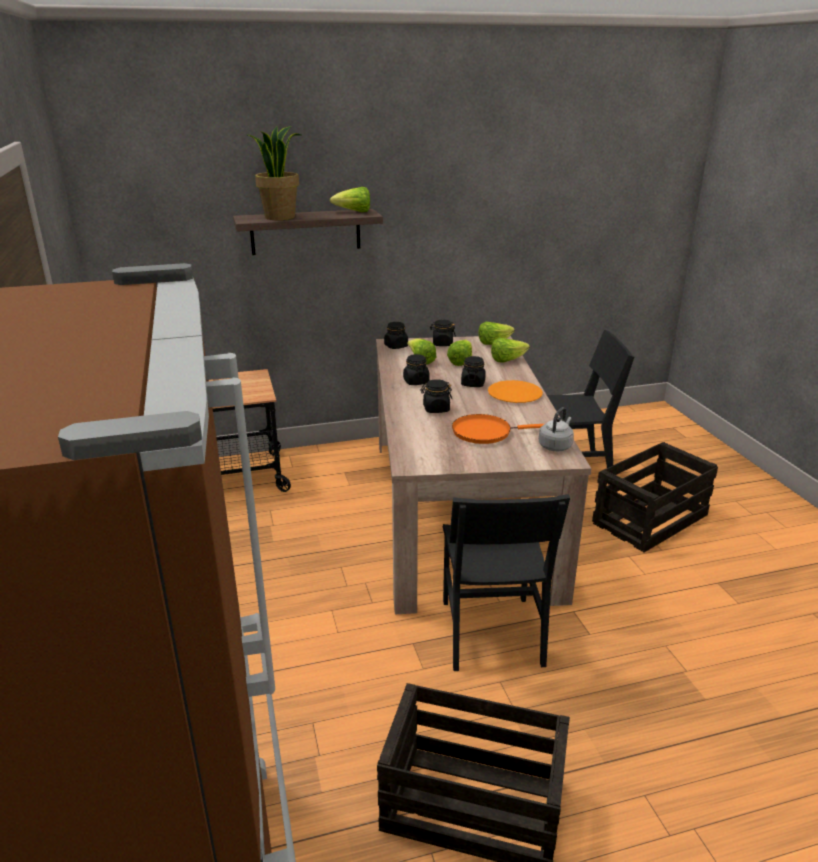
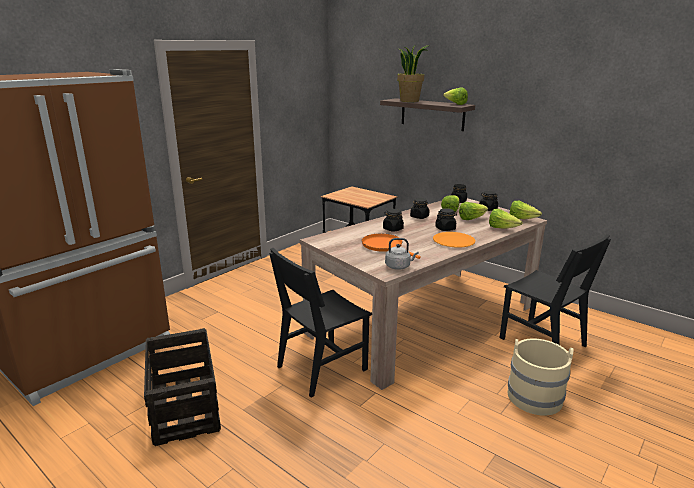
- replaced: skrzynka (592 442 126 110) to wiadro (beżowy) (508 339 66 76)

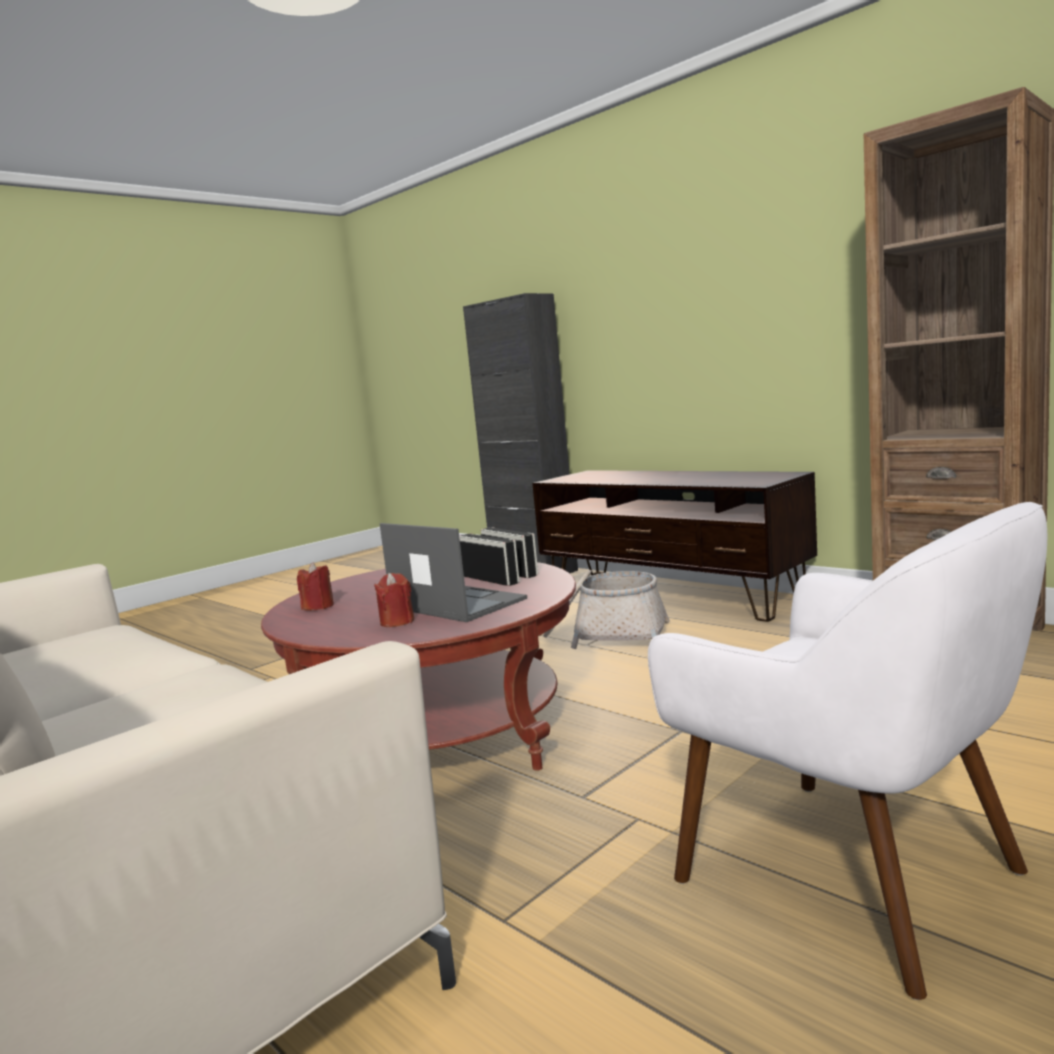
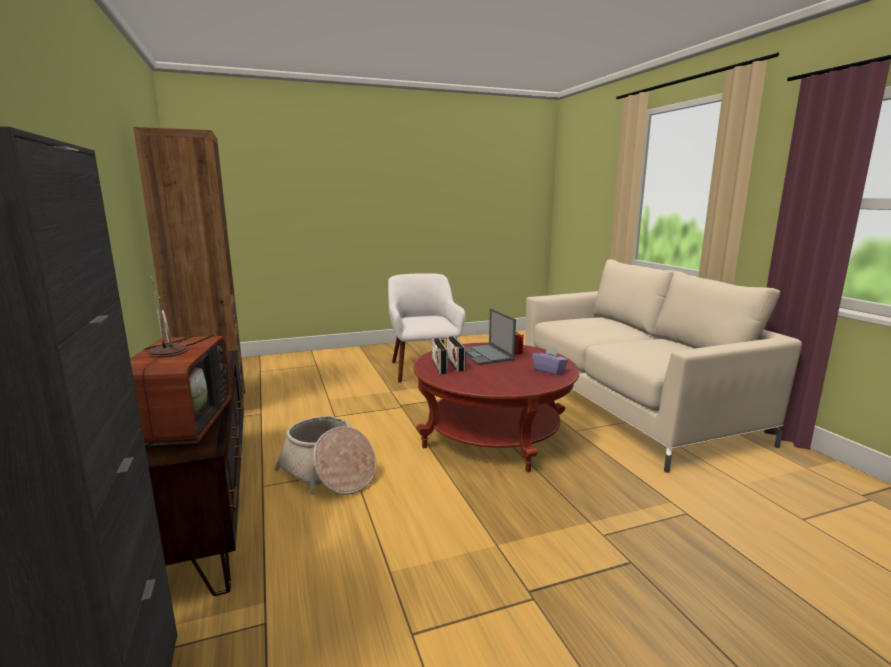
- added: telewizor (130 276 102 171)
- replaced: świeca (czerwony) (297 562 37 49) to pudełko chusteczek (fioletowy) (532 345 36 30)

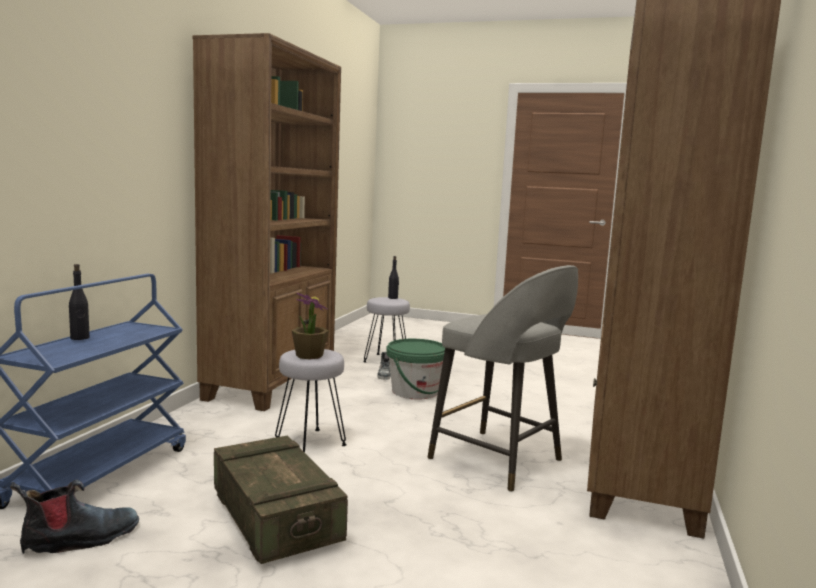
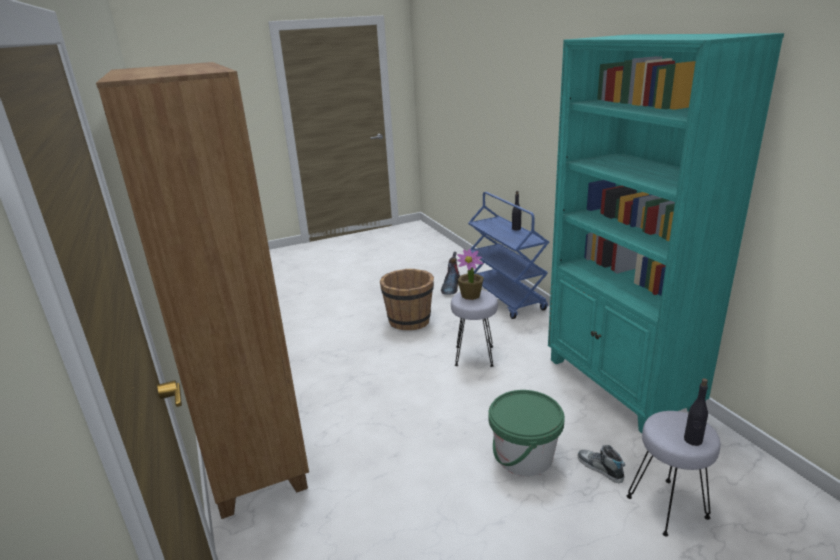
- replaced: skrzynka (214 435 134 129) to wiadro (brązowy) (380 269 54 61)
- recoloured: regał (brązowy) (192 33 149 378) to regał (turkusowy) (548 33 236 400)
- removed: stołek (szary) (428 265 150 227)

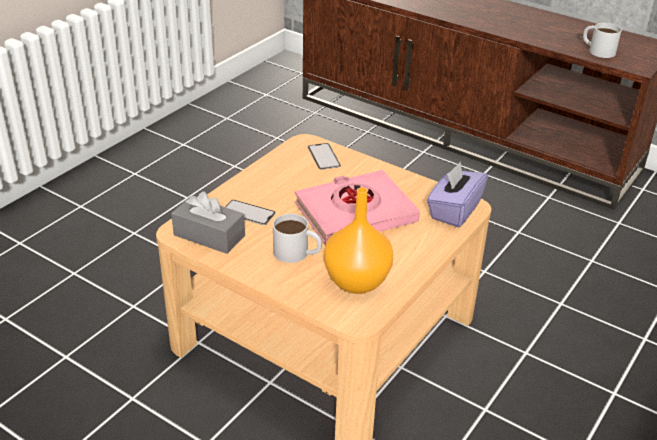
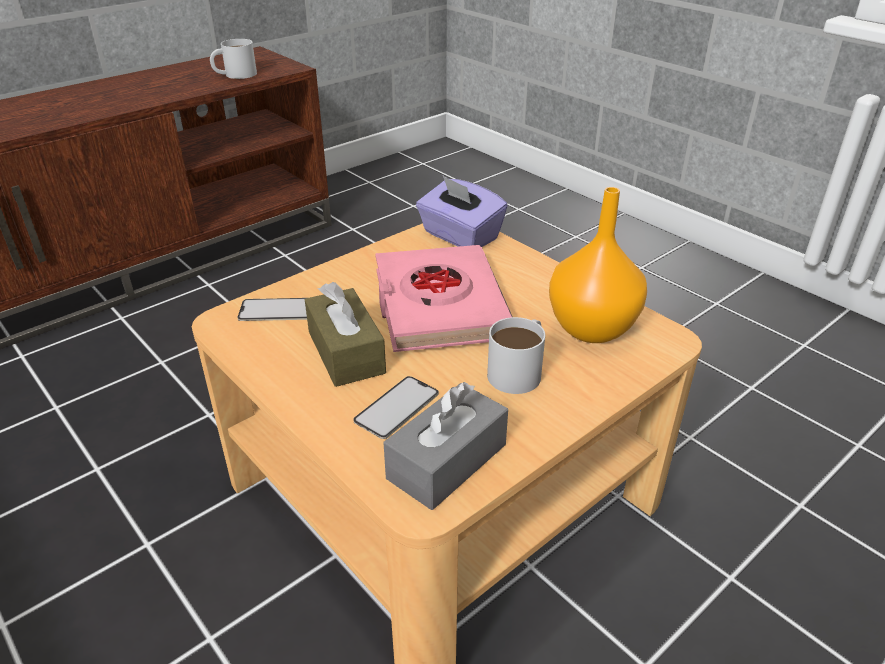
- added: pudełko chusteczek (brązowy) (305 282 81 105)

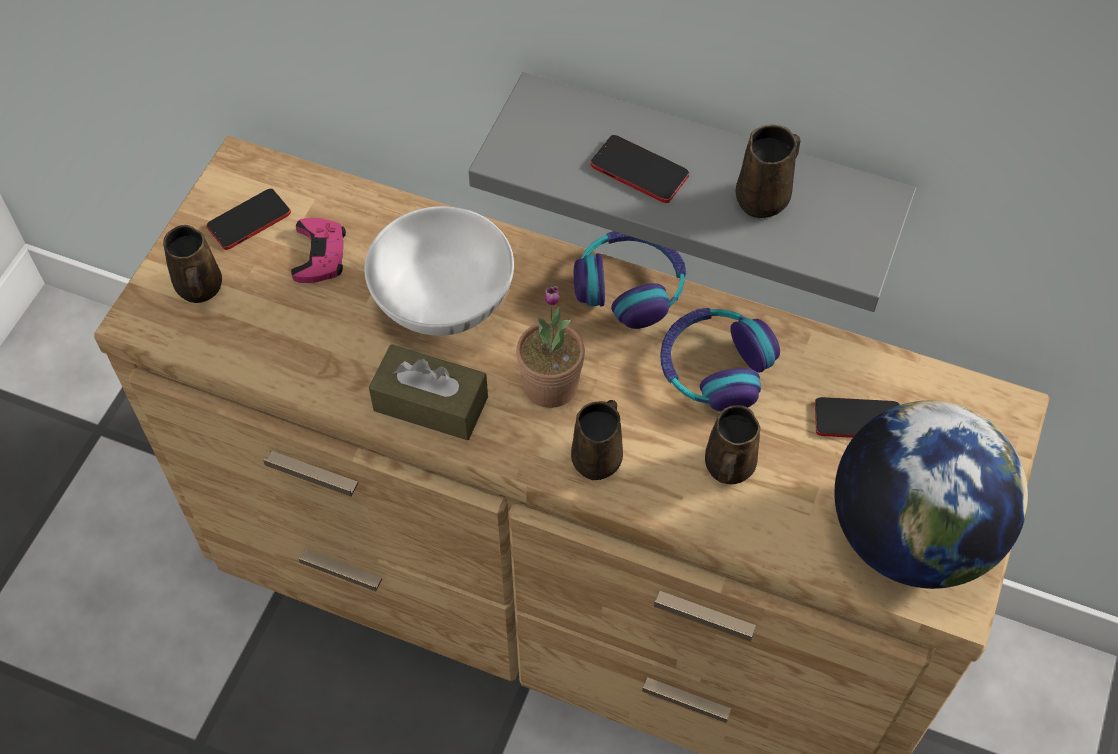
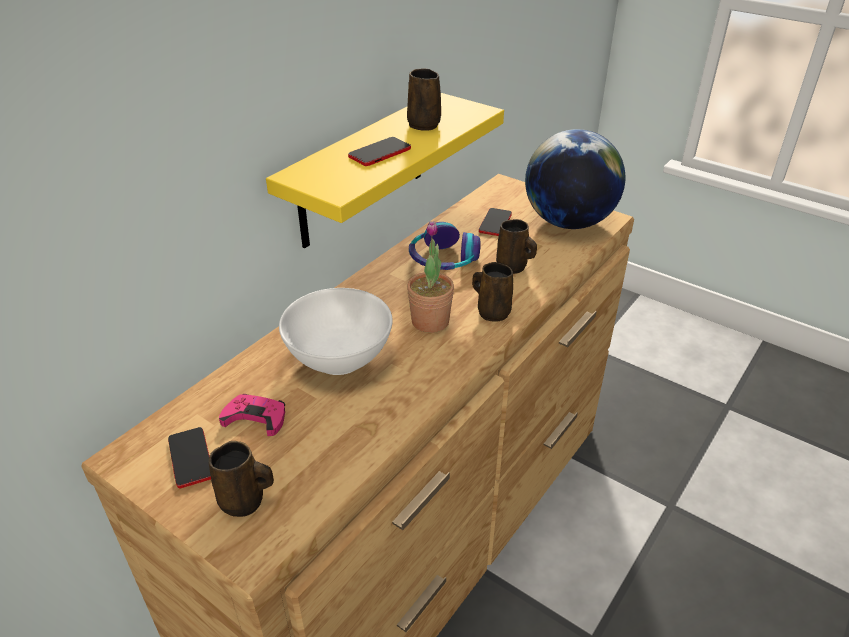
- recoloured: półka (szary) (468 72 448 240) to półka (żółty) (266 93 238 155)
- removed: pudełko chusteczek (brązowy) (369 344 119 96)
- removed: słuchawki (574 231 112 98)

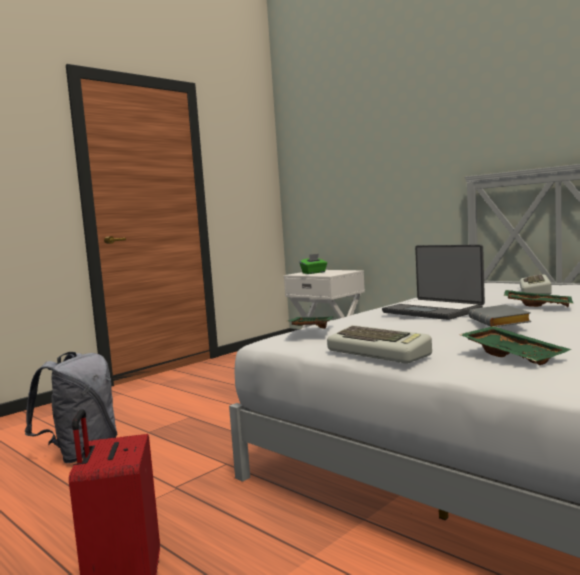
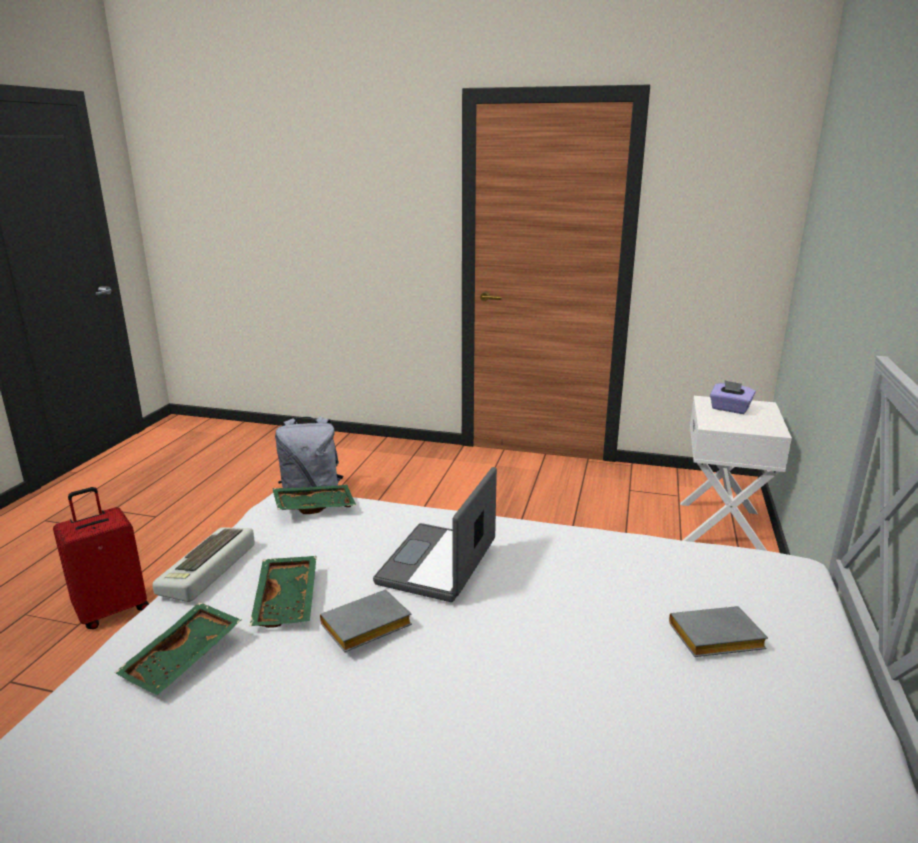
- moved: taca (zielony) (504 290 70 17) to (250 556 67 72)
- replaced: klawiatura (520 274 32 21) to książka (szary) (669 606 99 51)
- recoloured: pudełko chusteczek (zielony) (299 254 28 20) to pudełko chusteczek (fioletowy) (710 380 45 34)

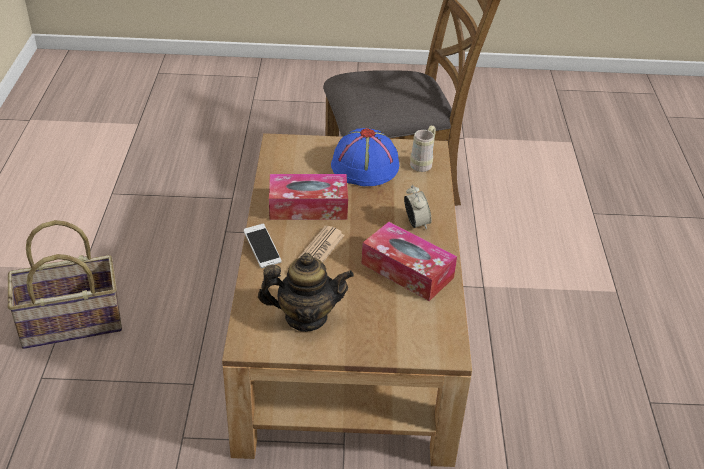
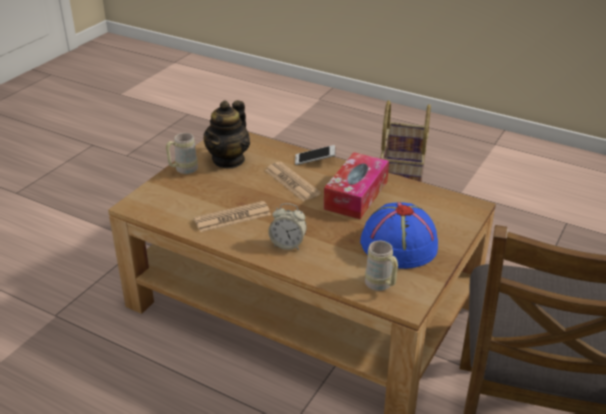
- added: kubek (beżowy) (166 133 32 41)
- replaced: pudełko chusteczek (362 222 95 79) to gazeta (194 201 77 31)

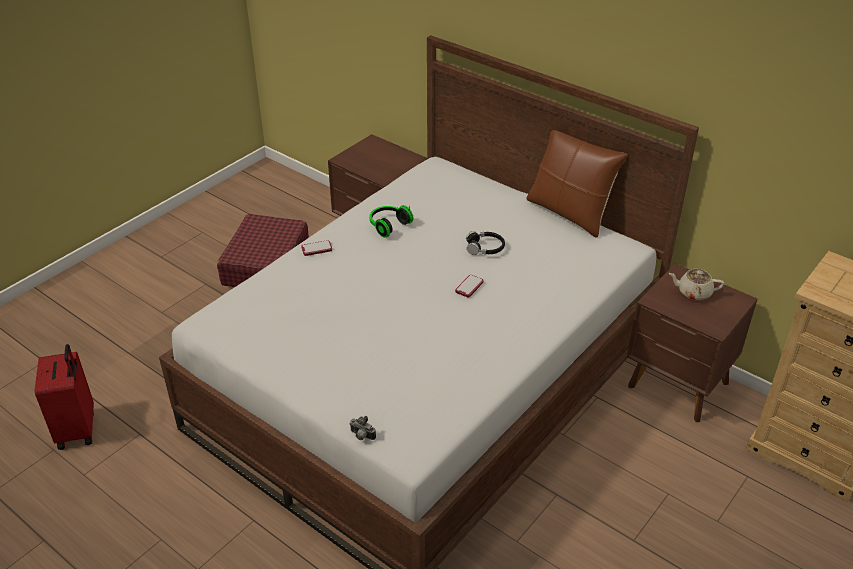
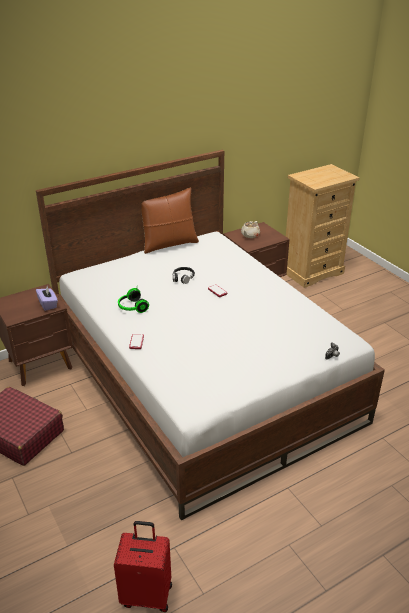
- added: pudełko chusteczek (fioletowy) (36 287 22 24)

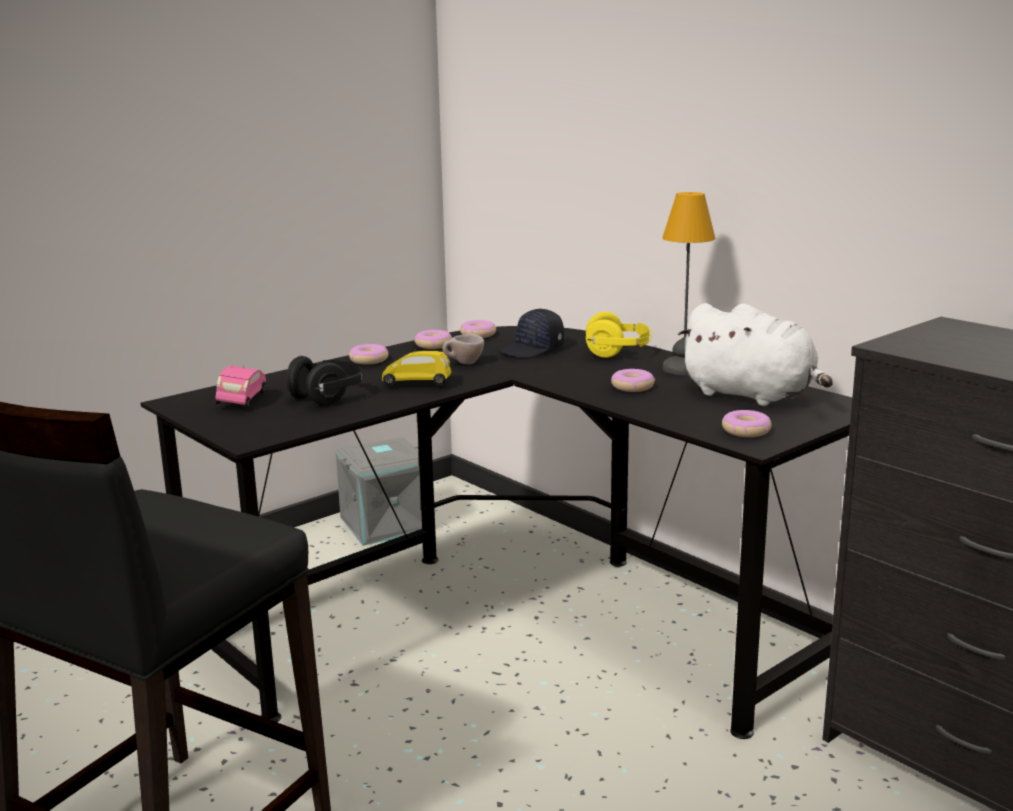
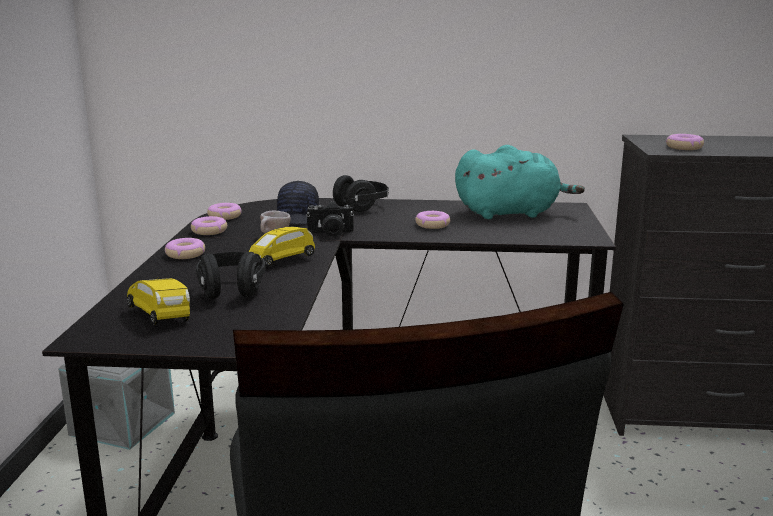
- recoloured: samochodzik (różowy) (215 365 51 44) to samochodzik (żółty) (127 276 63 49)
- added: aparat fotograficzny (306 201 48 36)
- recoloured: słuchawki (żółty) (586 312 66 46) to słuchawki (czarny) (333 175 56 37)
- recoloured: pluszak (biały) (678 303 155 103) to pluszak (turkusowy) (455 145 130 74)
- moved: donut (722 410 50 27) to (666 134 38 16)
- removed: lampa stołowa (662 192 53 183)

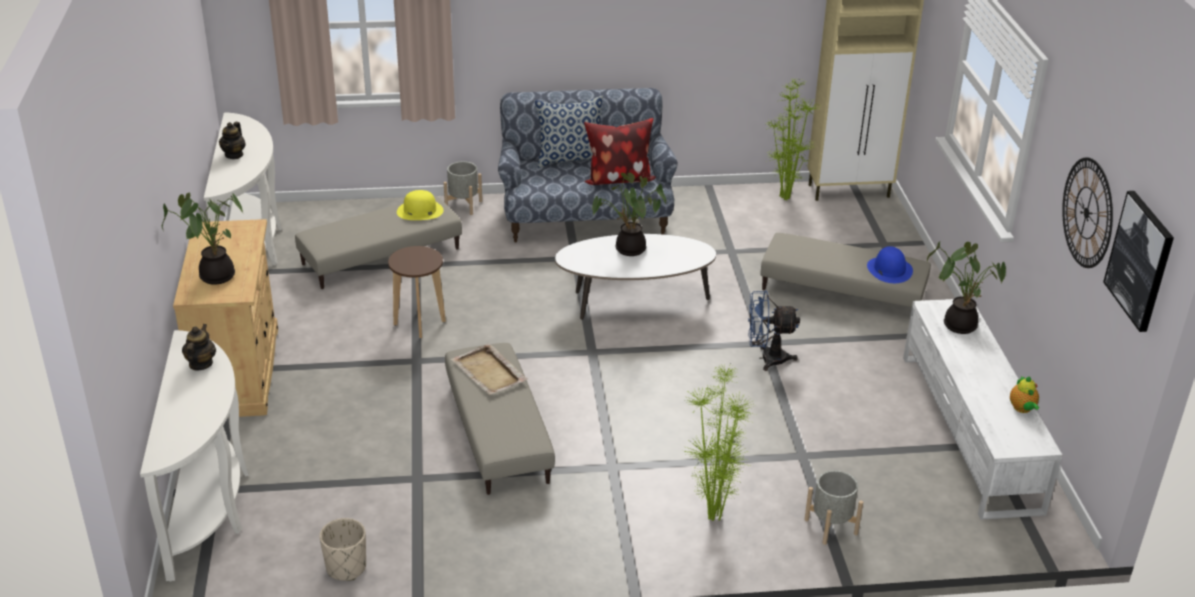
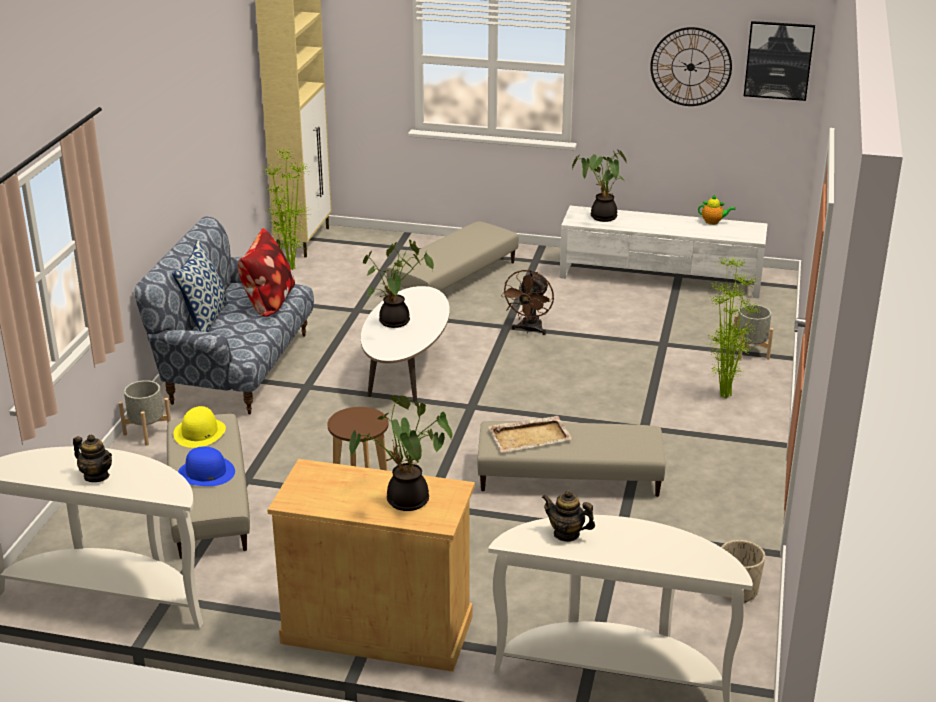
- moved: kapelusz (niebieski) (867 246 46 37) to (178 447 57 39)
- recoloured: wentylator (niebieski) (748 290 52 81) to wentylator (brązowy) (501 270 53 65)

